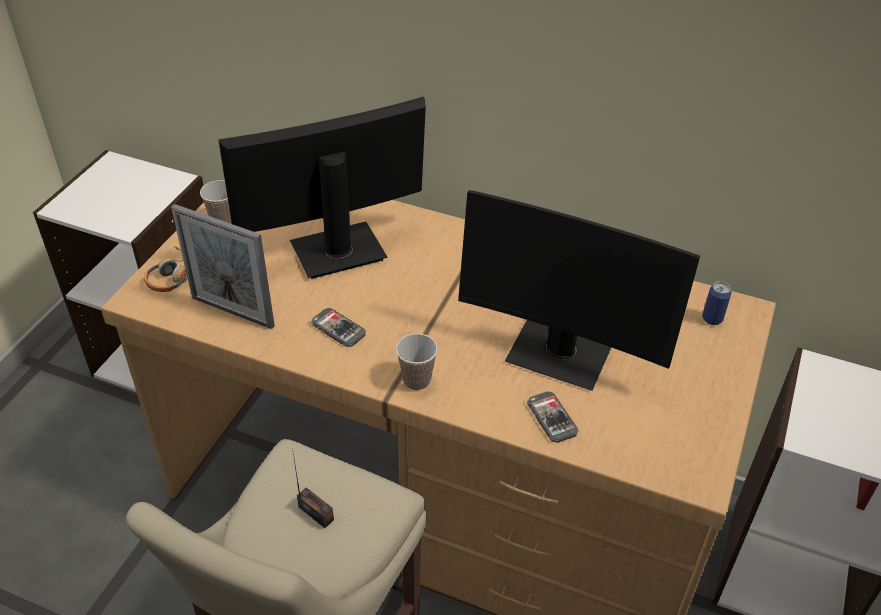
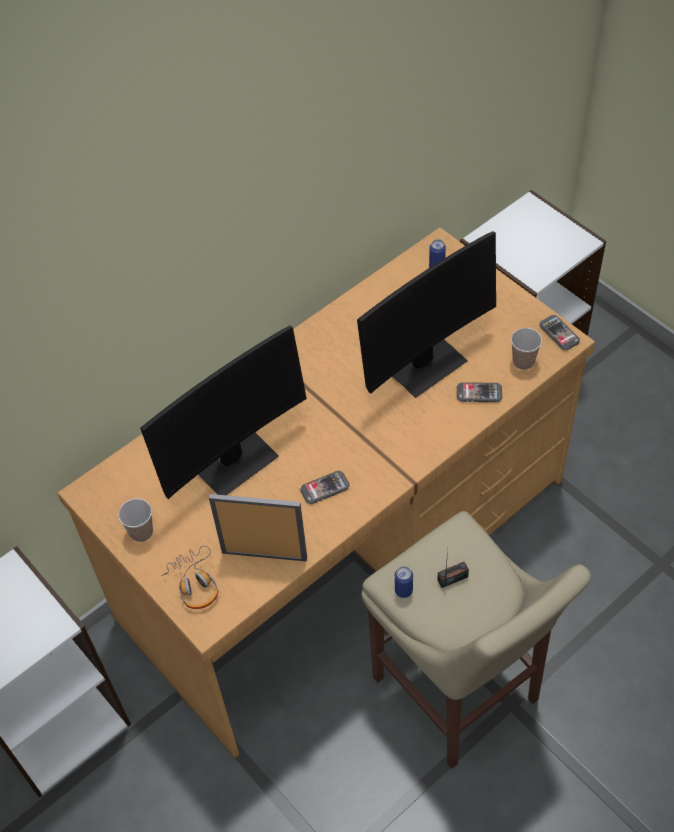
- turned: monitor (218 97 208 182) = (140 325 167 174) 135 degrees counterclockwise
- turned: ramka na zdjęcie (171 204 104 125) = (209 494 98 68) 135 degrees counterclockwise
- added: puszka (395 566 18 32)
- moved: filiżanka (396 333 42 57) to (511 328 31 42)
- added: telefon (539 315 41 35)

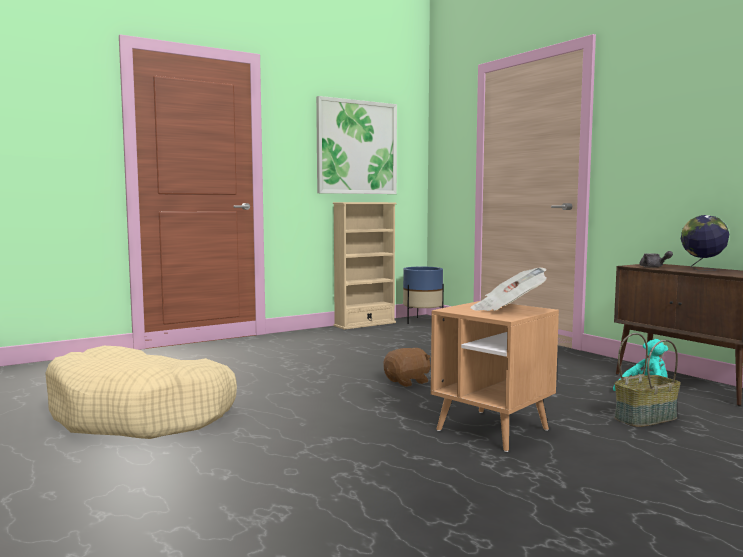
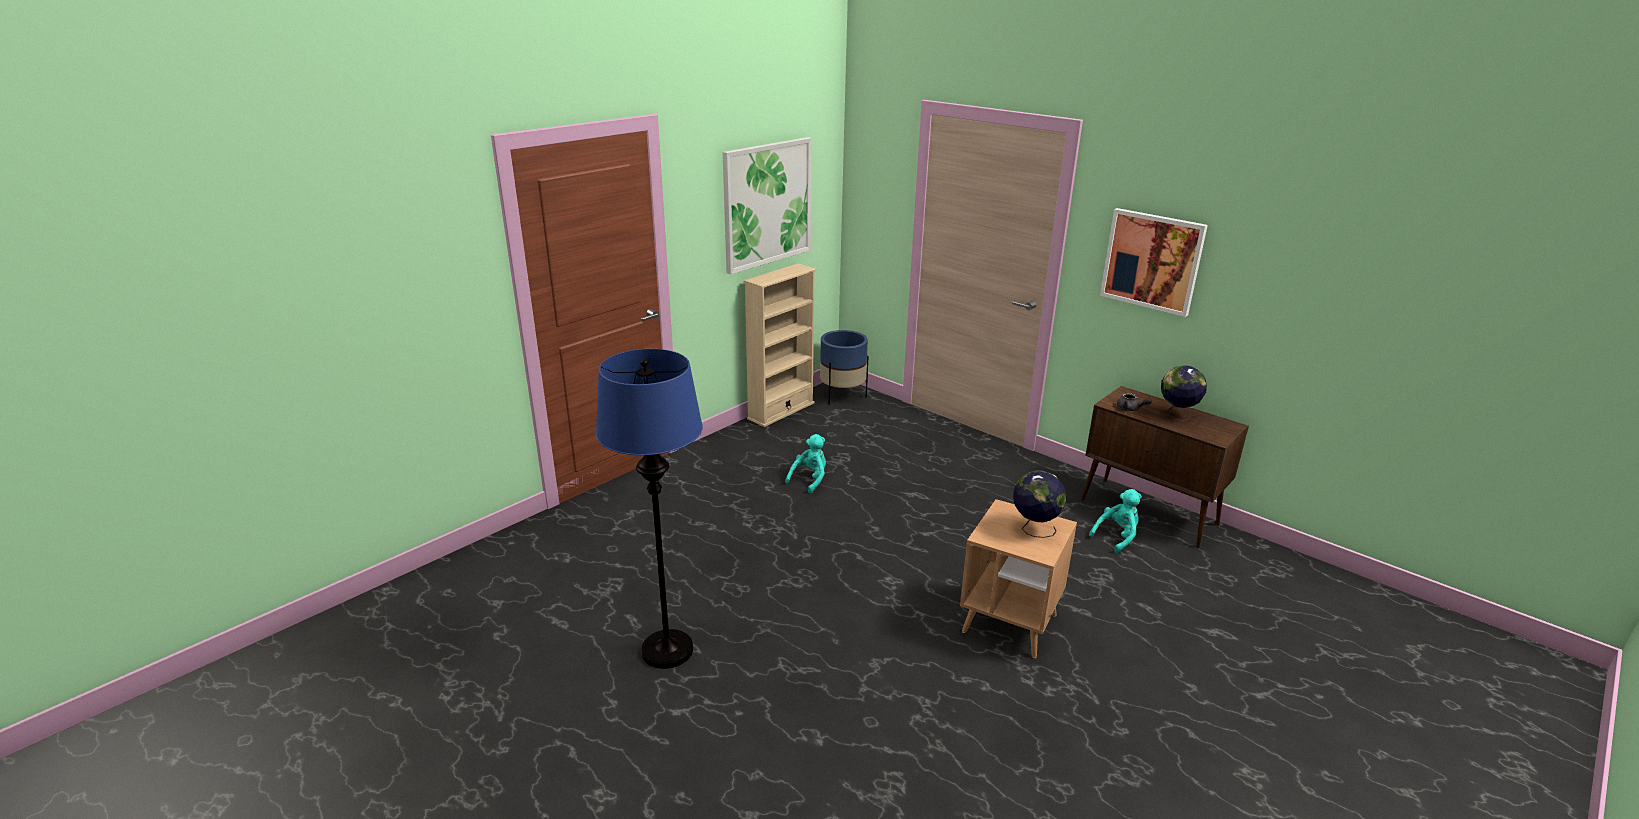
- replaced: legowisko (beżowy) (45 346 192 93) to lampa stojąca (niebieski) (595 349 108 320)
- added: pluszak (turkusowy) (785 434 41 59)
- replaced: gazeta (470 267 77 44) to globus (1013 470 53 68)
- added: obraz (1100 208 108 109)
- removed: pluszak (brązowy) (383 348 48 39)
- removed: koszyk (615 333 66 94)

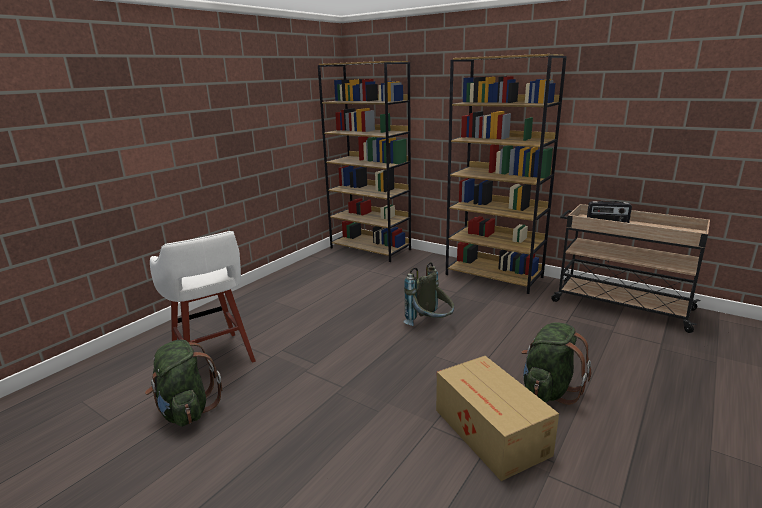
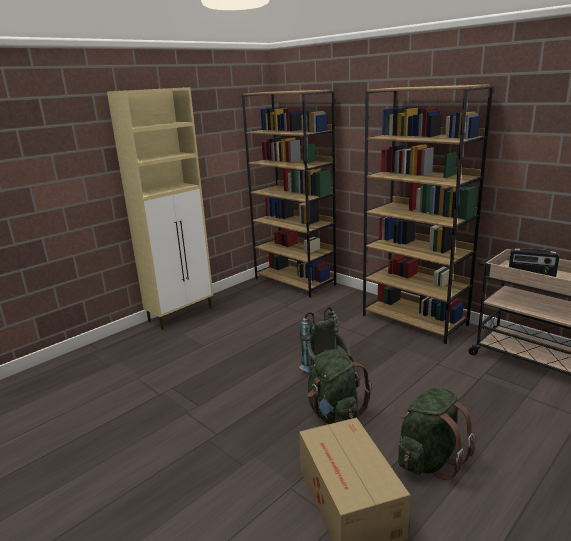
- added: szafka (beżowy) (107 87 106 243)
- moved: plecak (zielony) (145 339 78 88) to (308 349 63 75)
- removed: stołek (biały) (150 231 106 132)

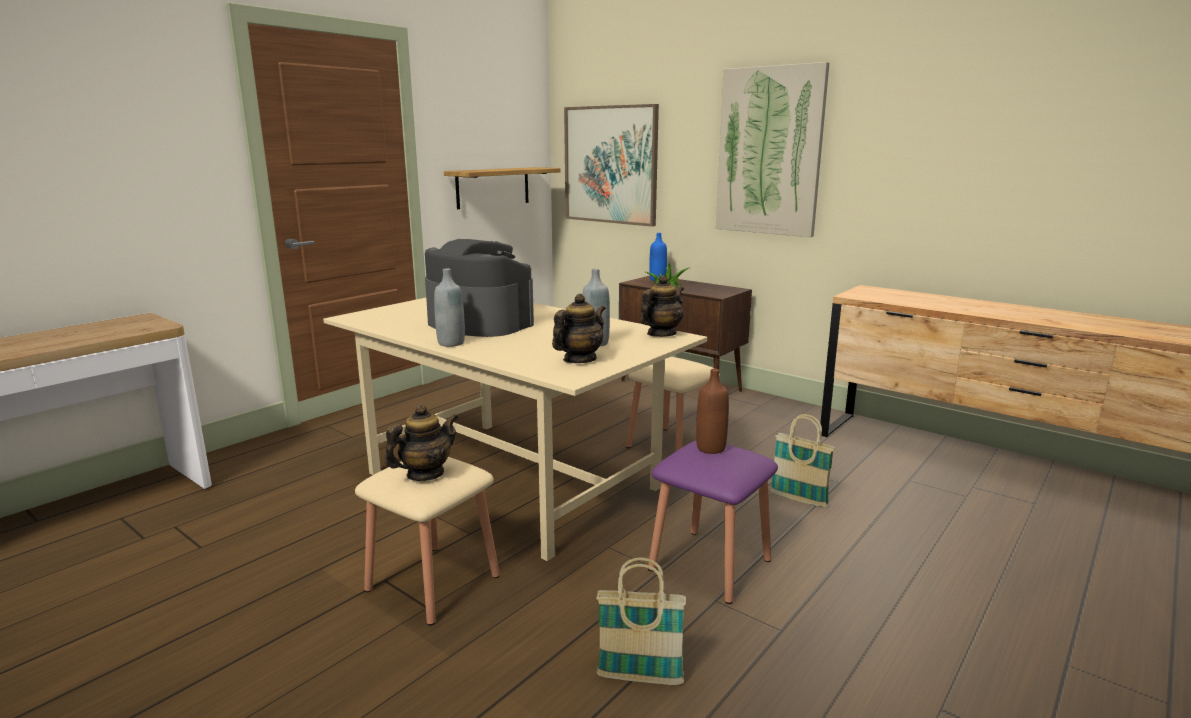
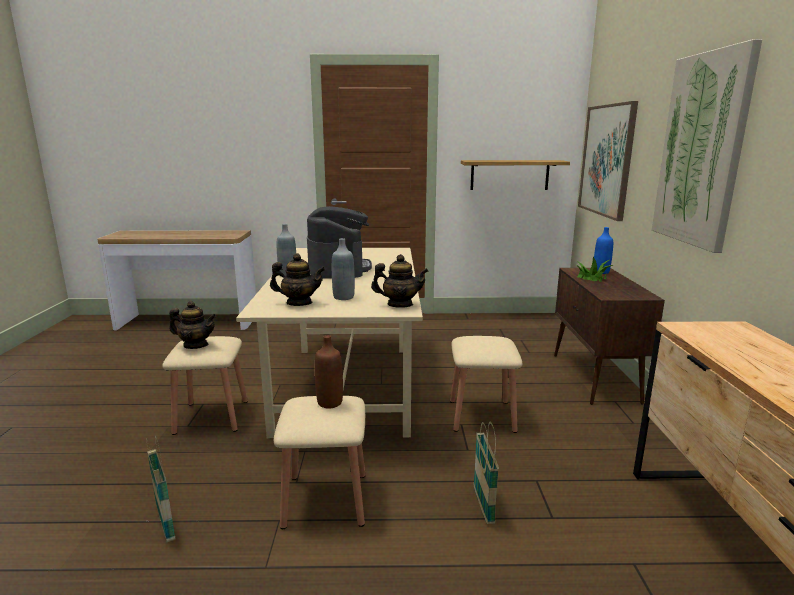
- recoloured: stołek (fioletowy) (648 441 130 163) to stołek (beżowy) (274 396 92 133)

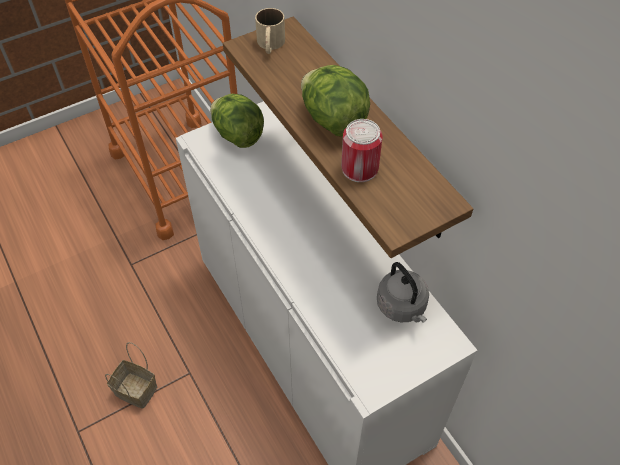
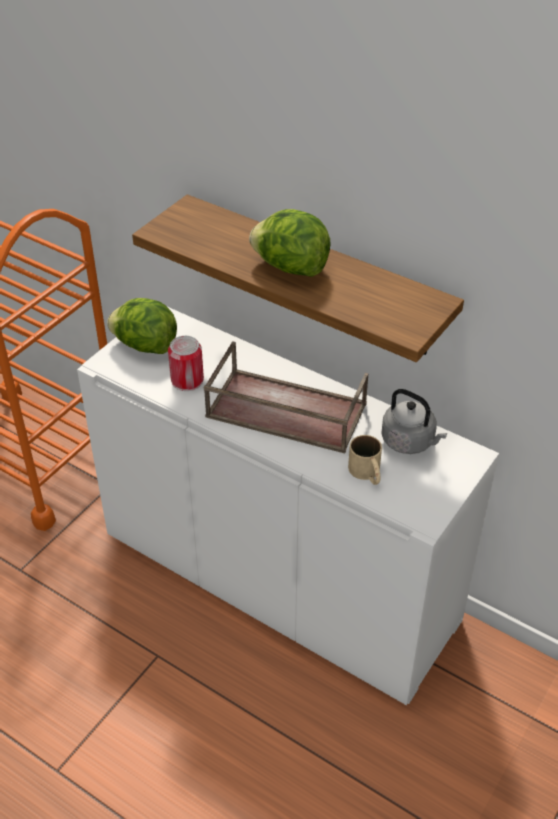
- moved: puszka (341 119 42 63) to (168 336 36 55)
- added: taca (brązowy) (204 341 165 112)
- moved: kubek (beżowy) (255 8 30 46) to (348 435 34 50)
- removed: koszyk (105 342 52 67)

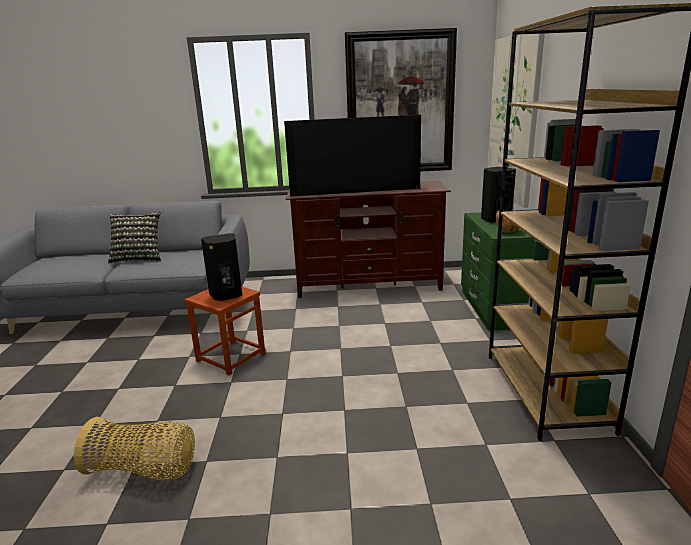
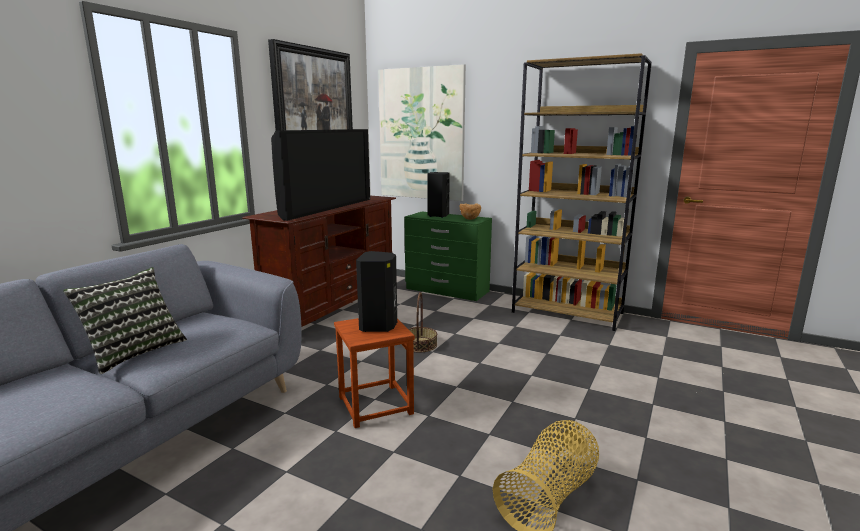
- added: koszyk (402 292 35 61)

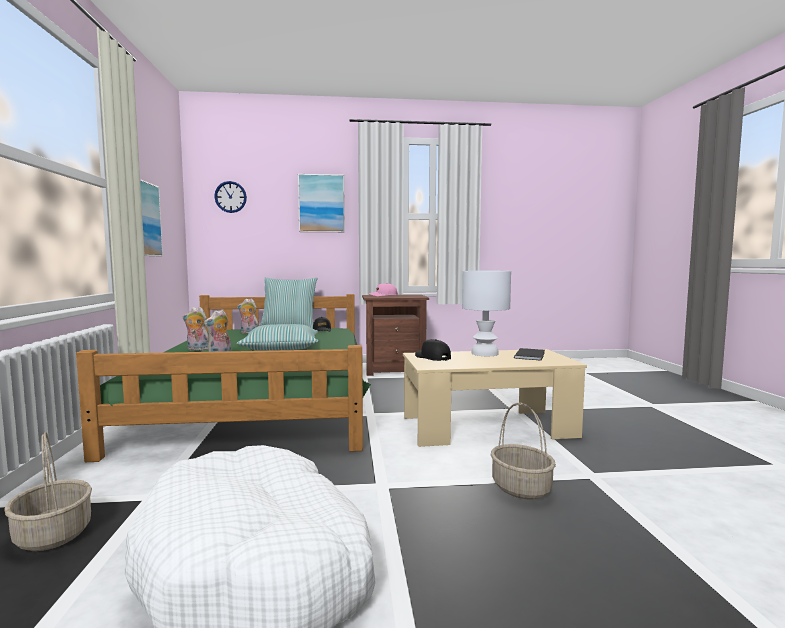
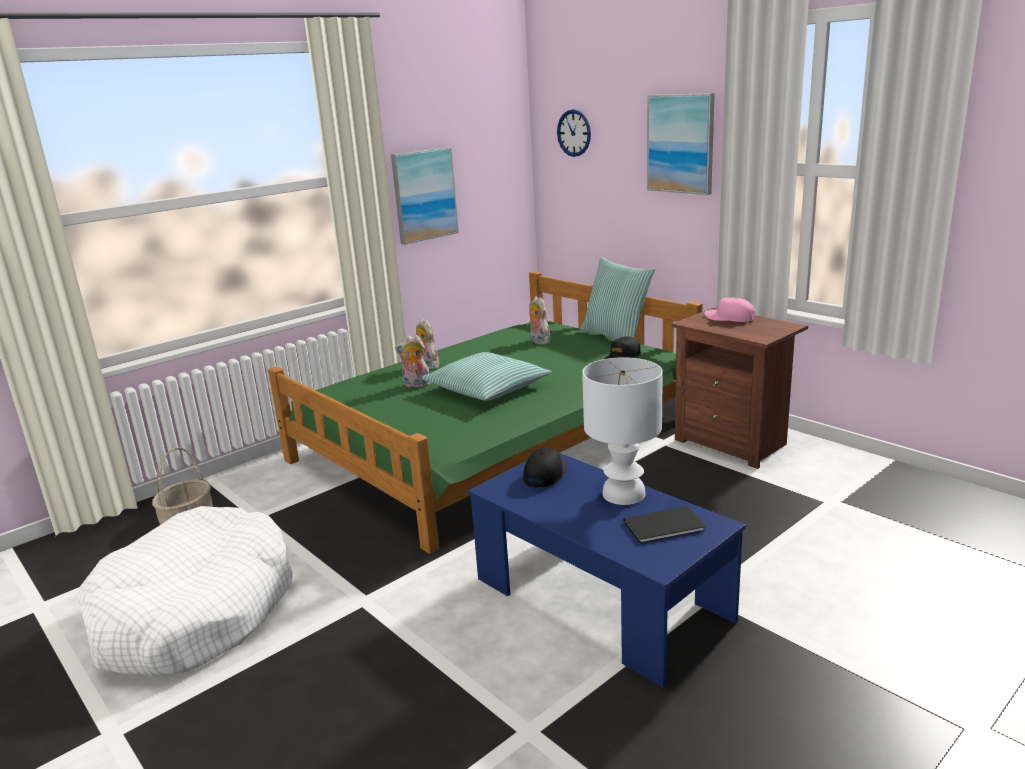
- recoloured: ława (beżowy) (403 349 184 98) to ława (niebieski) (468 453 278 235)
- removed: koszyk (491 403 65 97)

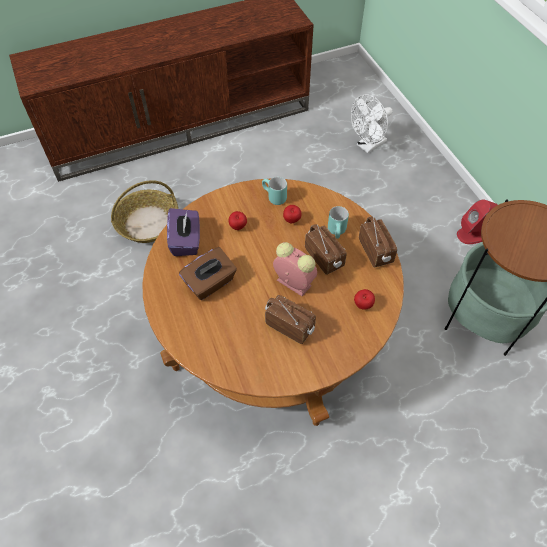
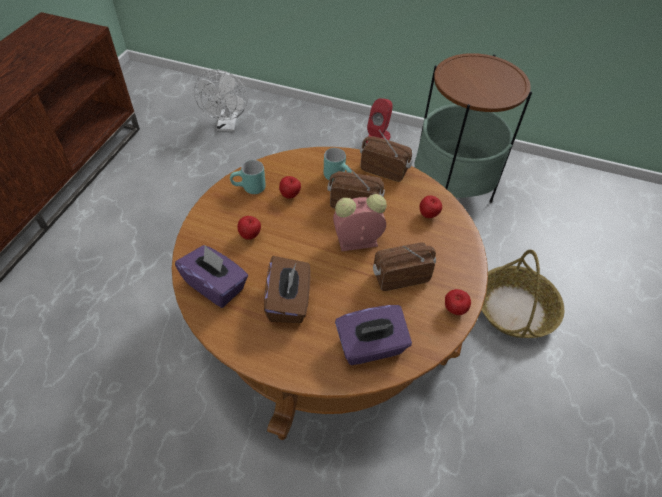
- added: pudełko chusteczek (fioletowy) (335 305 77 60)
- added: jabłko (445 289 26 26)
- moved: koszyk (111 180 67 63) to (481 250 83 88)

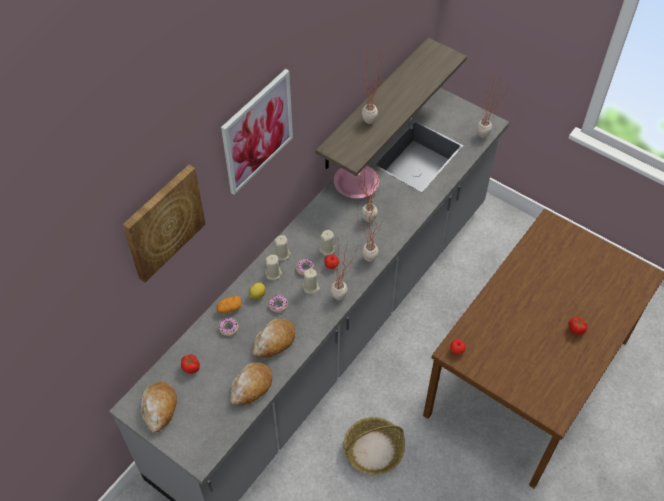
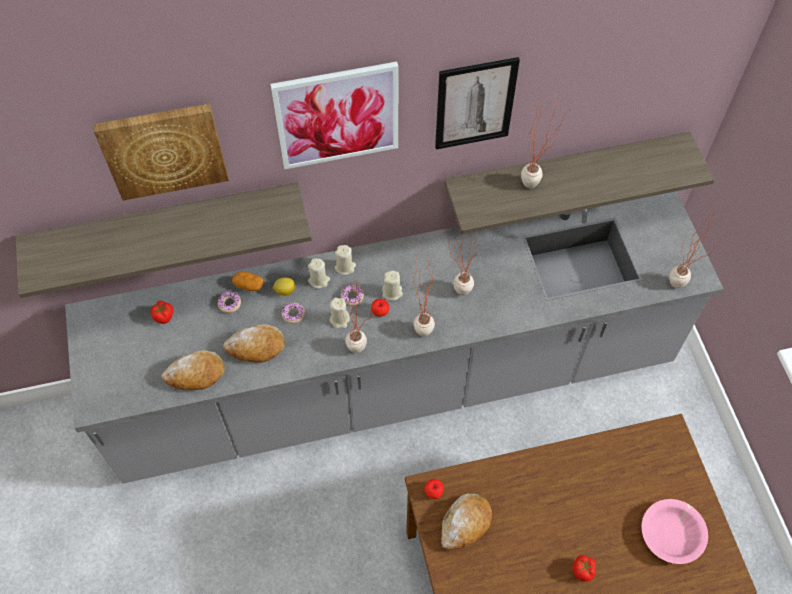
- added: półka (16 182 296 116)
- added: obraz (435 57 85 93)
- moved: chleb (141 382 36 51) to (441 493 51 57)
- moved: miska (różowy) (334 165 45 33) to (642 499 66 65)
- removed: koszyk (343 417 62 58)

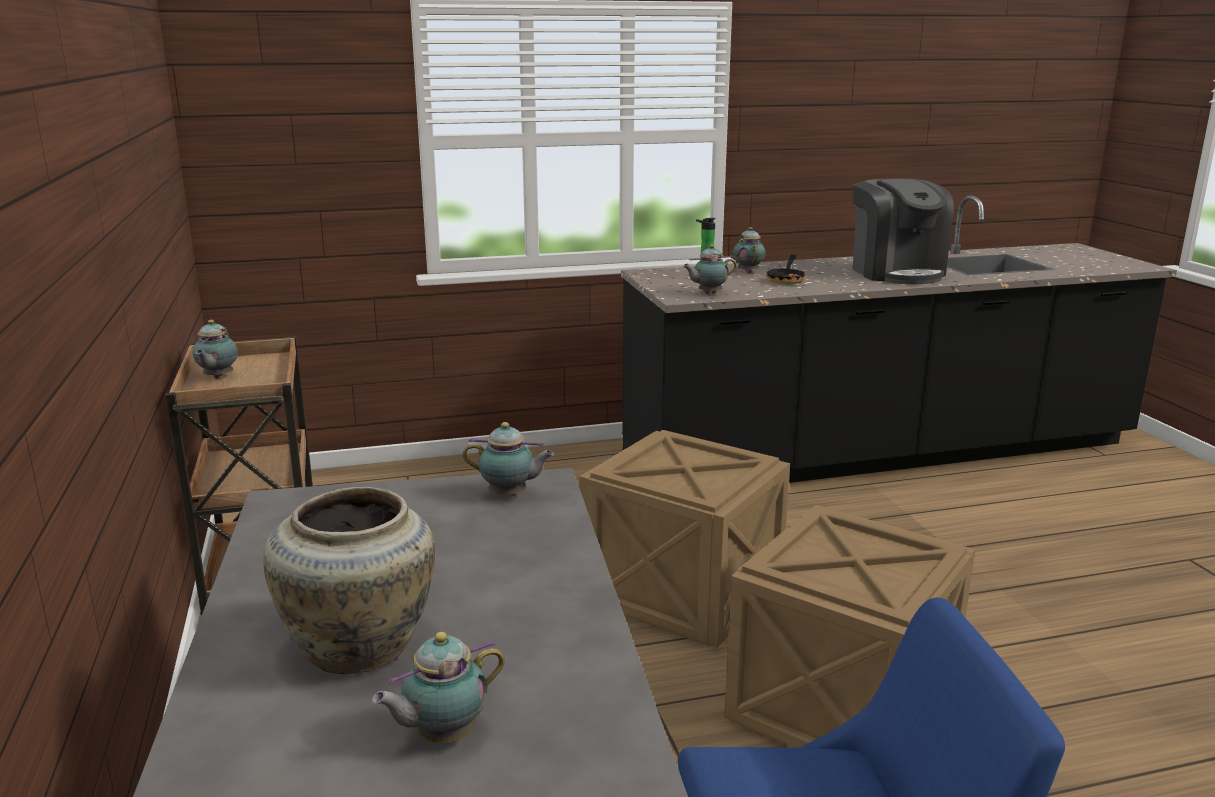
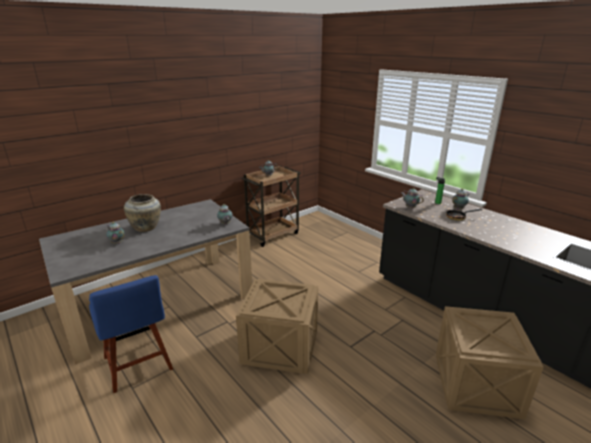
- moved: skrzynka (579 430 211 218) to (436 306 108 113)
- removed: ekspres do kawy (853 178 101 106)

